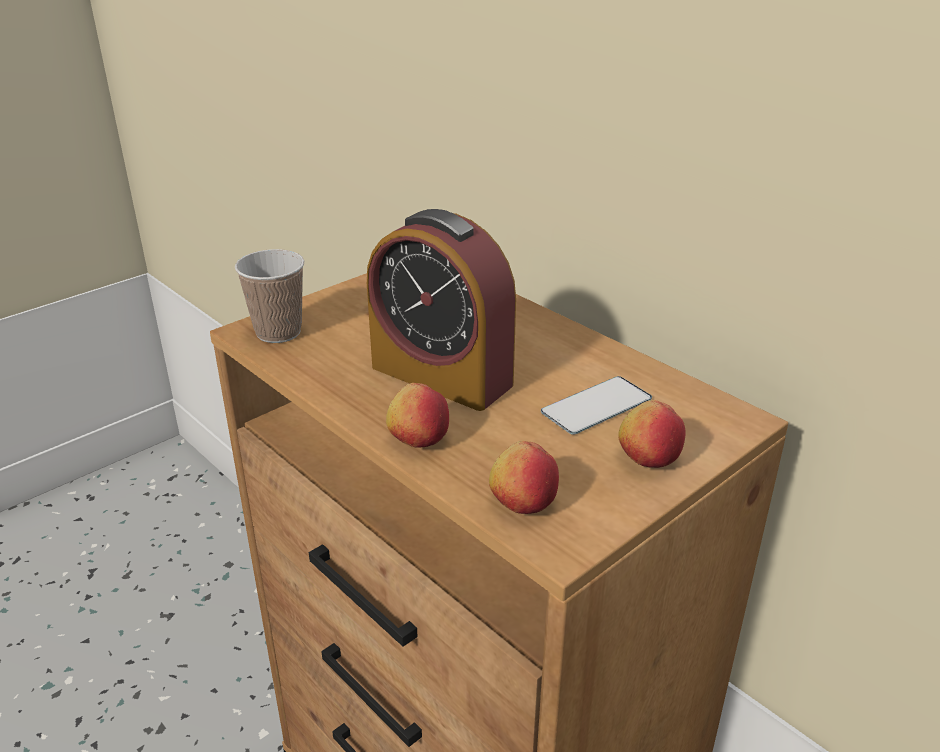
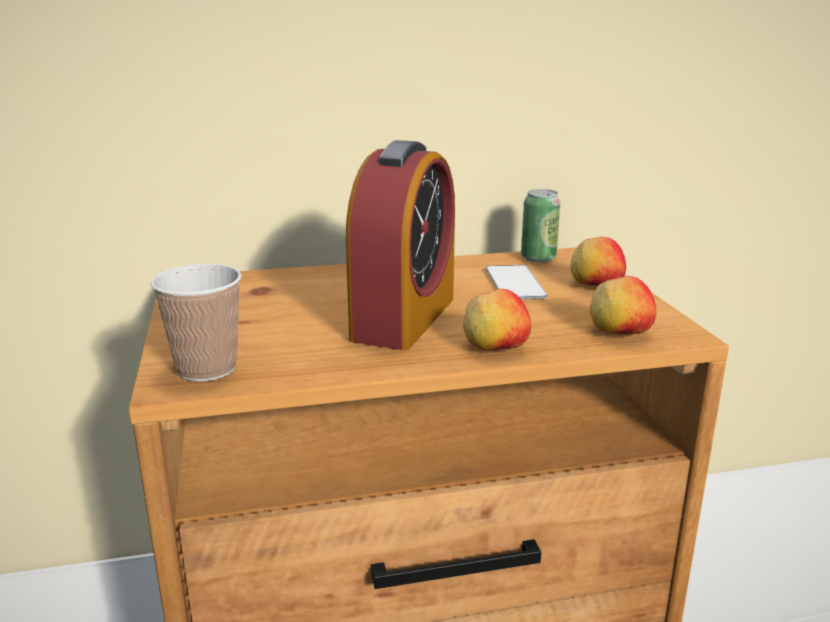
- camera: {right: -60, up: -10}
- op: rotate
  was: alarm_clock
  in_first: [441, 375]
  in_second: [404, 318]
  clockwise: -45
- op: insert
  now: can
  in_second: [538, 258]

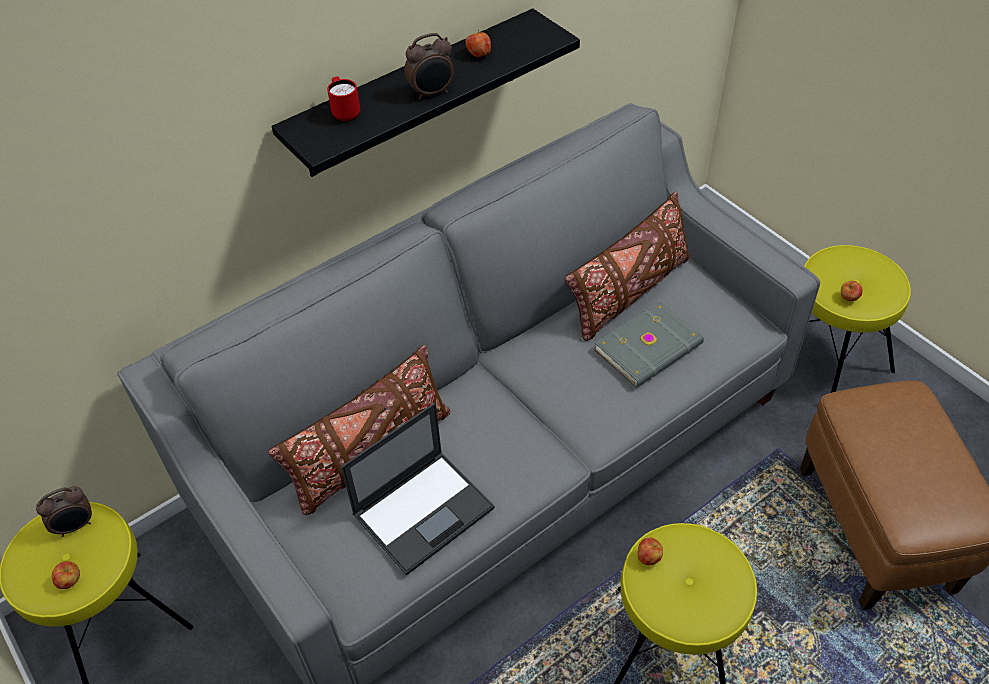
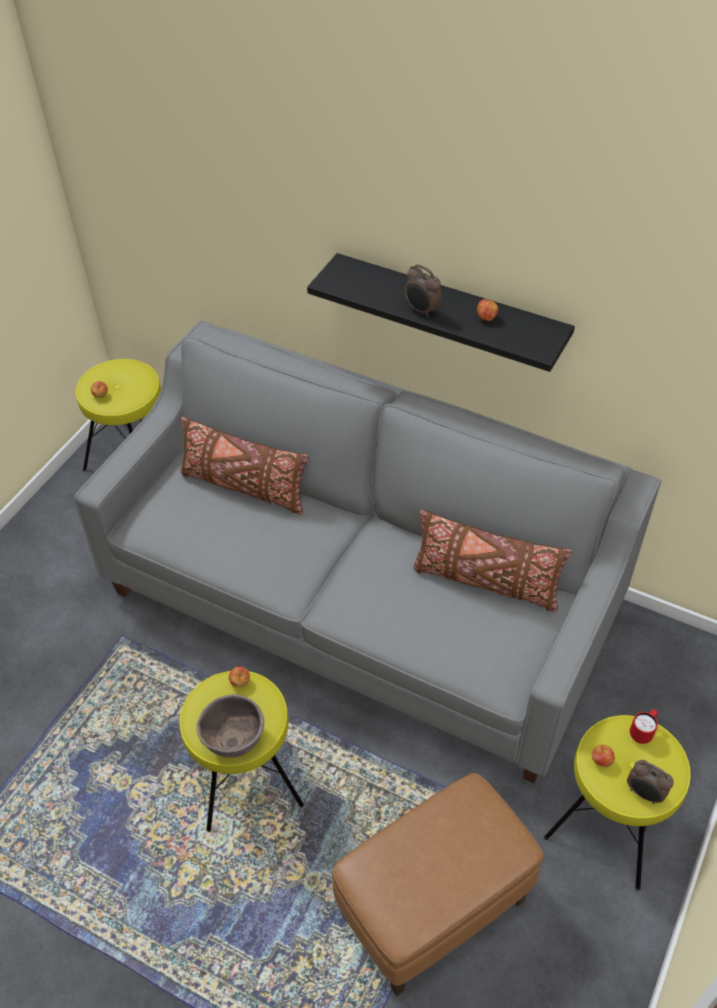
- camera: {right: 65, up: 0}
- op: move
  was: red_mug
  in_first: [345, 112]
  in_second: [642, 732]
- op: delete
  was: grey_book
  in_first: [650, 348]
- op: delete
  was: laptop
  in_first: [424, 510]
- op: move
  was: alarm_clock
  in_first: [76, 526]
  in_second: [644, 794]
- op: insert
  now: brown_bowl
  in_second: [234, 741]

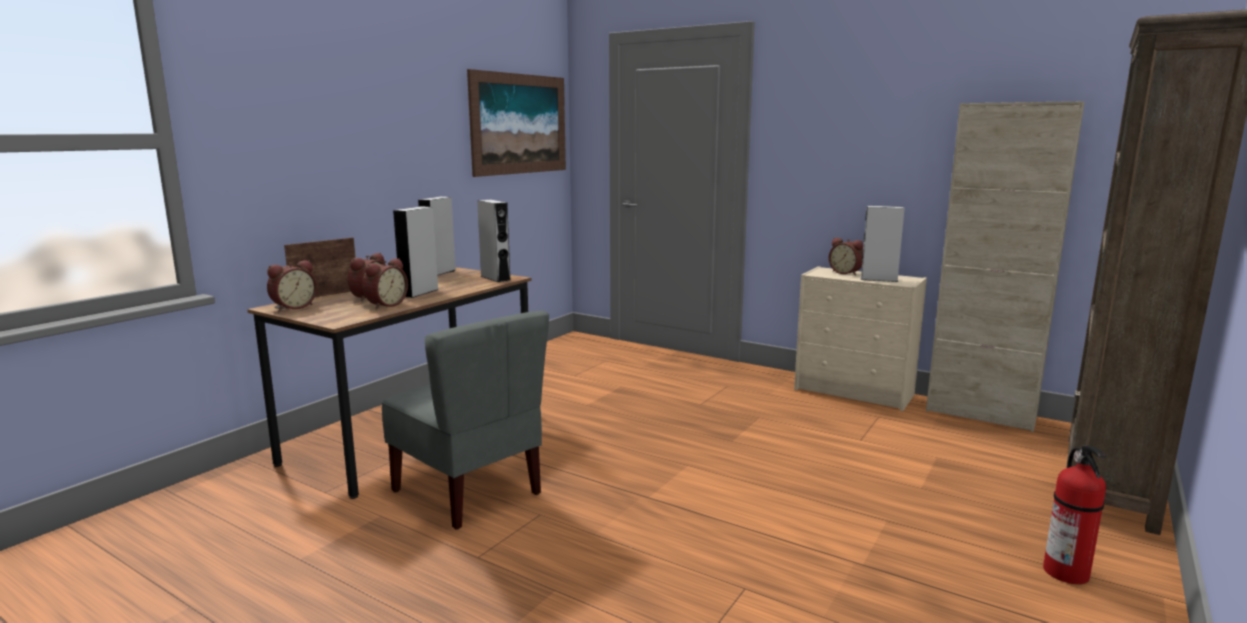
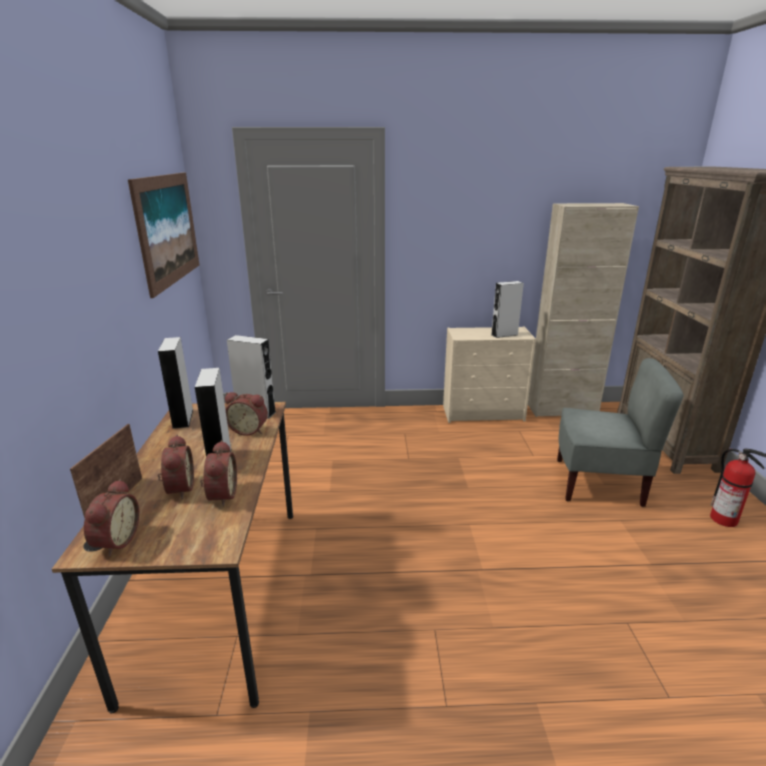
- camera: {right: -35, up: 10}
- op: move
  was: alarm_clock
  in_first: [846, 273]
  in_second: [249, 430]
- op: move
  was: grey_chair
  in_first: [469, 492]
  in_second: [599, 483]

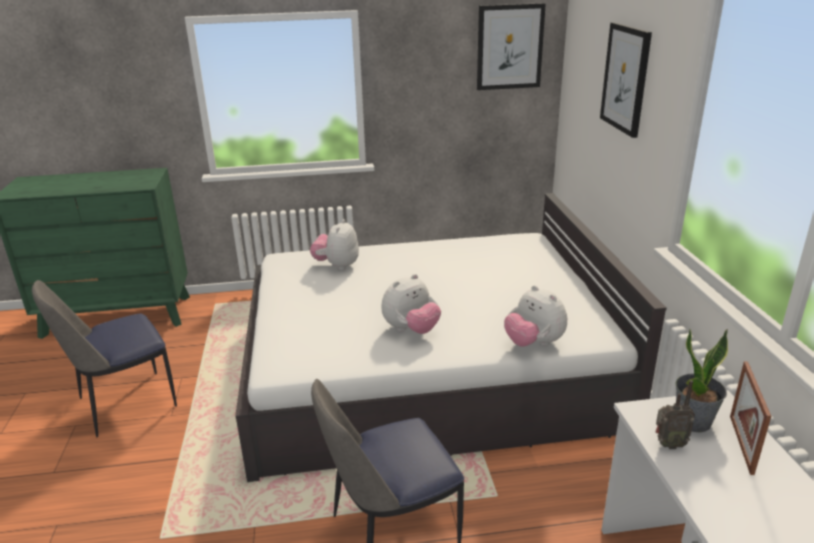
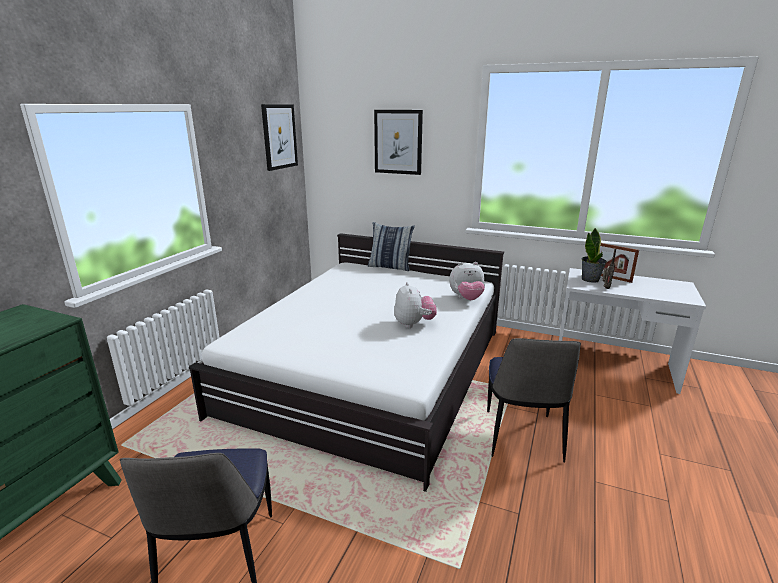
- camera: {right: -60, up: -5}
- op: delete
  was: plush_toy
  in_first: [337, 265]
- op: insert
  now: pillow
  in_second: [390, 267]

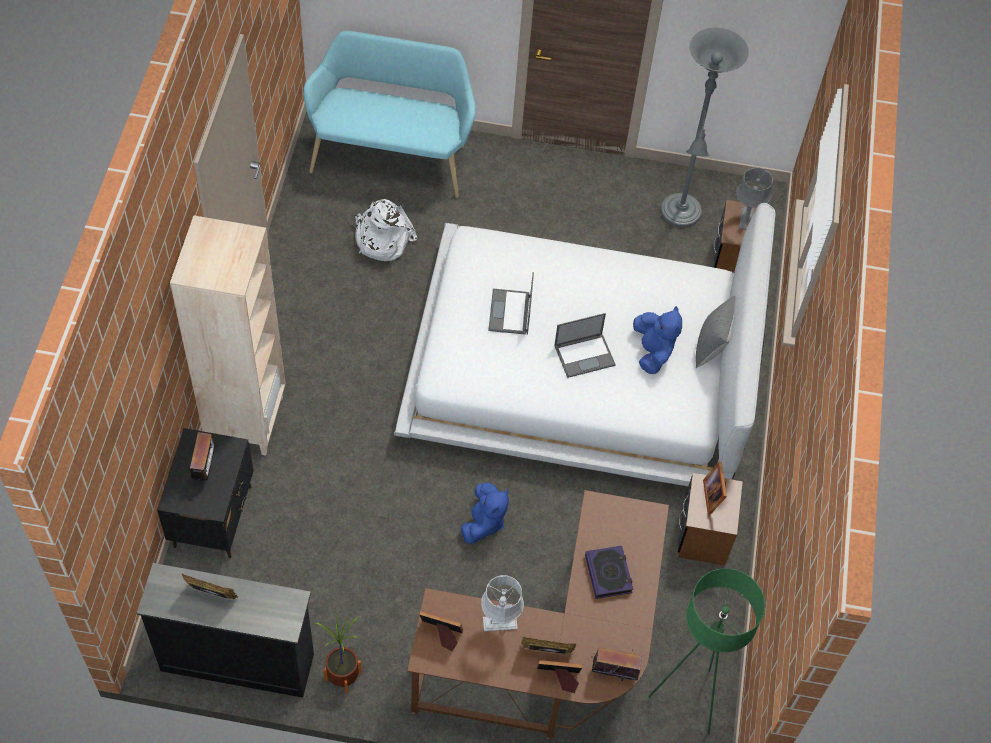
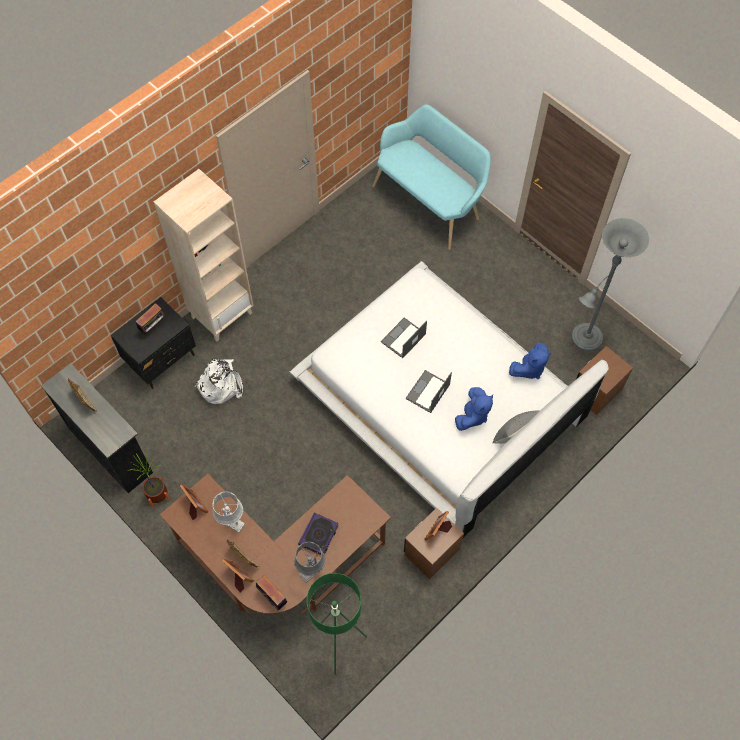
- camera: {right: 40, up: 5}
- op: move
  was: grey_table_lamp
  in_first: [746, 218]
  in_second: [311, 570]
- op: move
  was: white_backpack
  in_first: [382, 239]
  in_second: [220, 384]
- op: rotate
  was: laptop
  in_first: [585, 355]
  in_second: [427, 392]
  clockwise: 105
- op: move
  was: blue_plush_toy
  in_first: [484, 522]
  in_second: [529, 369]

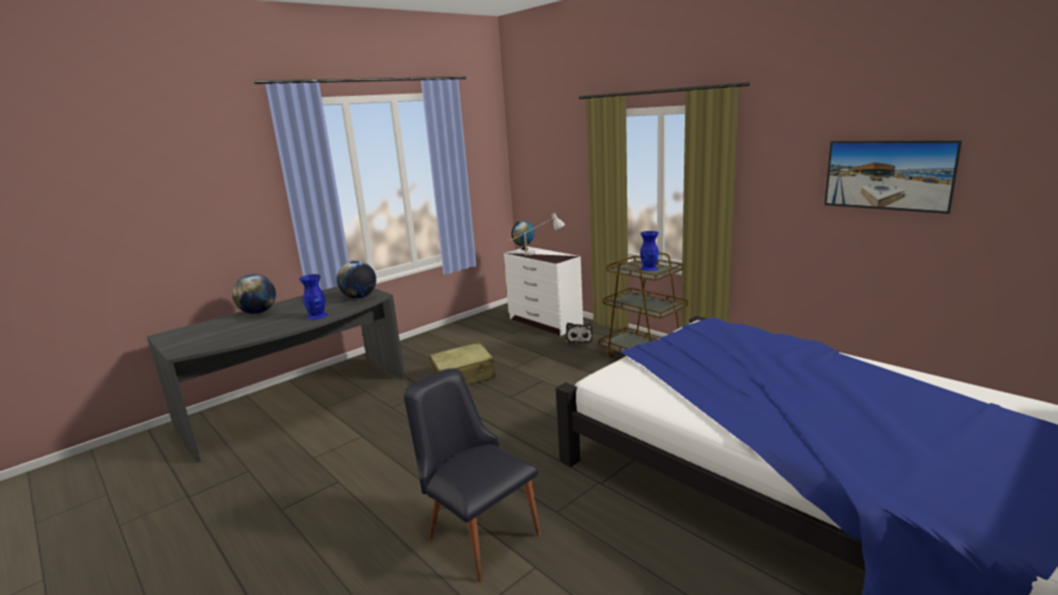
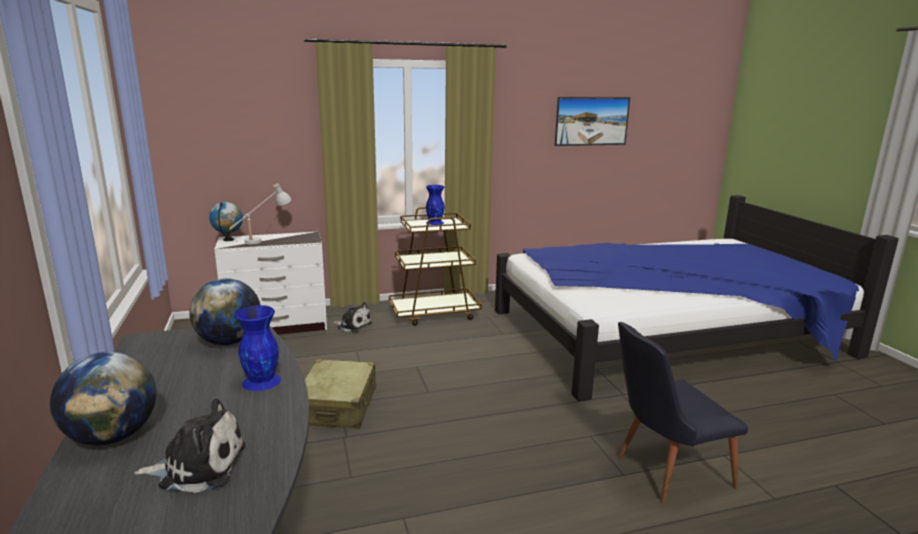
- camera: {right: -65, up: 0}
- op: insert
  now: plush_toy
  in_second: [198, 466]

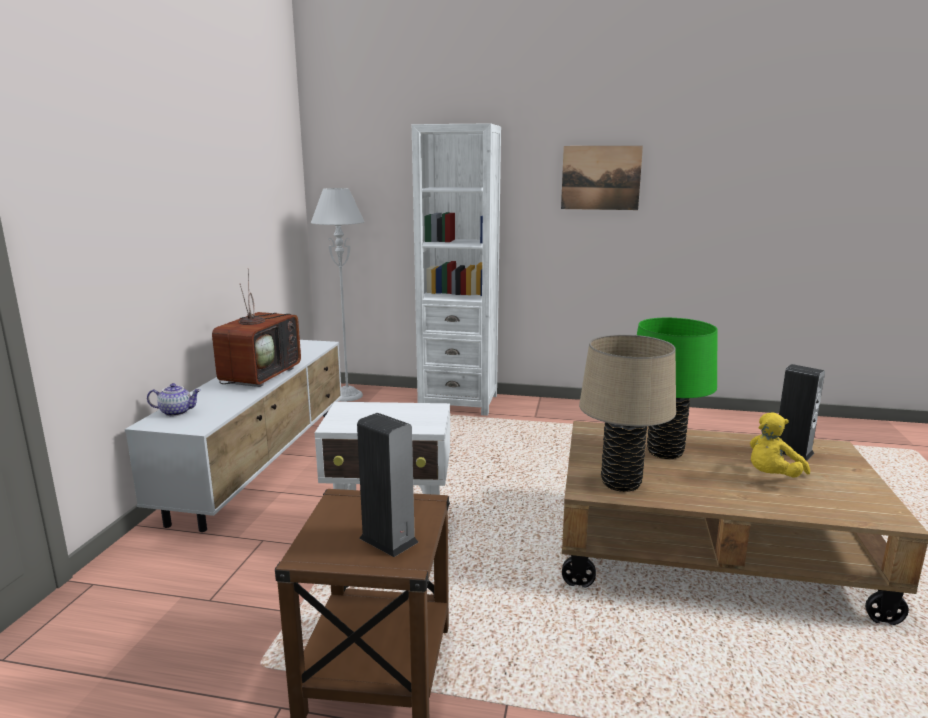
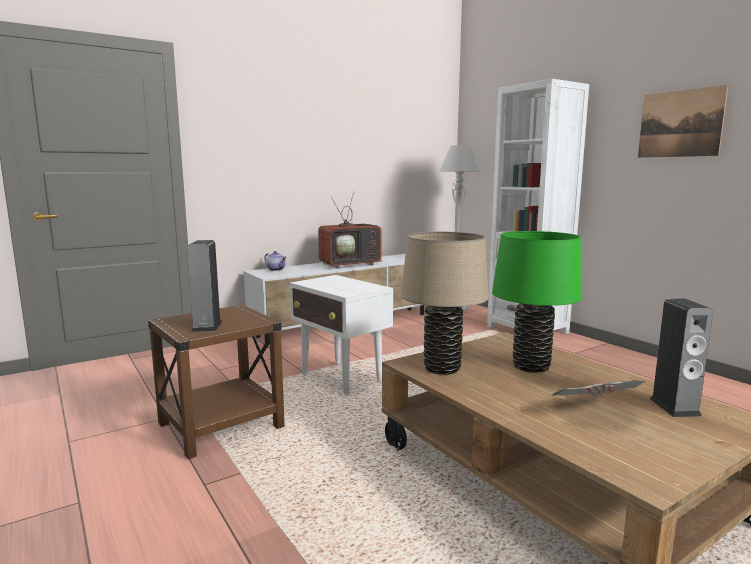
- camera: {right: 45, up: -5}
- op: replace
  was: yellow_plush_toy
  now: newspaper
  in_first: [771, 476]
  in_second: [593, 410]

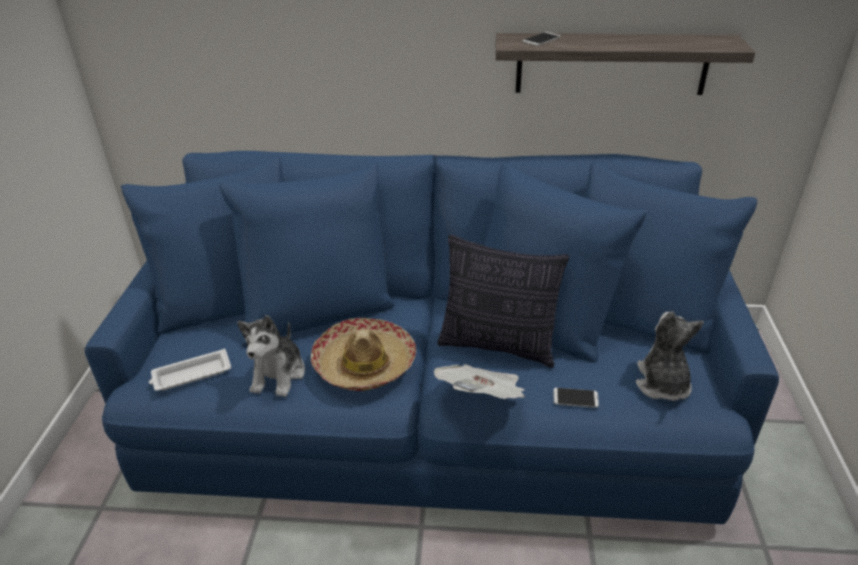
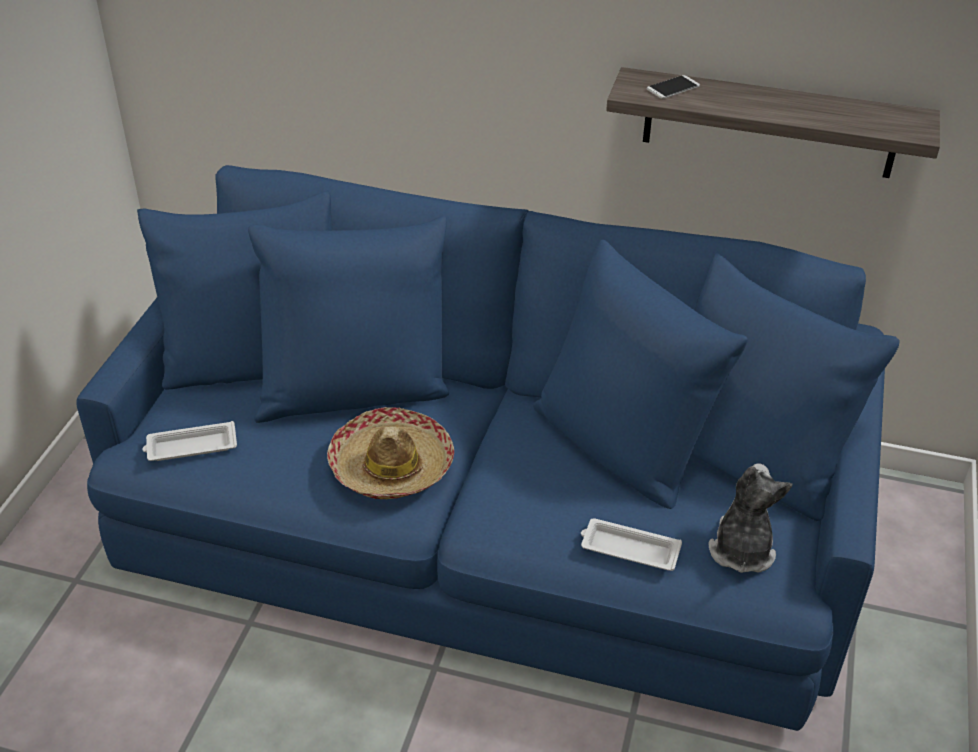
- camera: {right: 10, up: 5}
- op: delete
  was: pillow
  in_first: [498, 345]
- op: delete
  was: plush_toy
  in_first: [278, 374]
- op: delete
  was: newspaper
  in_first: [482, 398]
- op: replace
  was: phone
  now: white_tray
  in_first: [575, 398]
  in_second: [628, 549]

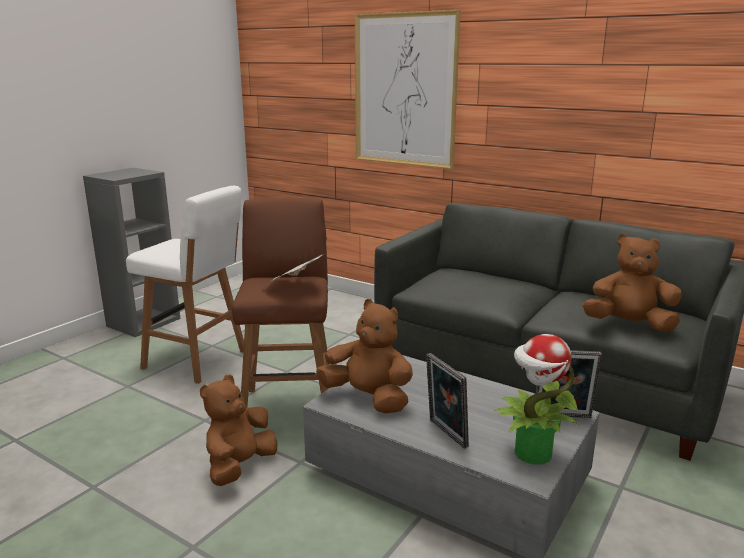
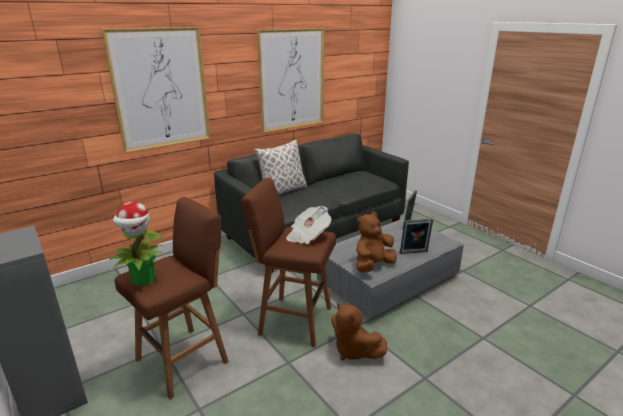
- camera: {right: -70, up: 5}
- op: recolor
  was: white_stool
  now: brown_stool
  in_first: [198, 360]
  in_second: [185, 359]
- op: delete
  was: brown_plush_toy
  in_first: [629, 325]
- op: move
  was: potted_plant
  in_first: [531, 454]
  in_second: [143, 279]
- op: insert
  now: picture
  in_second: [292, 80]
- op: insert
  now: pillow
  in_second: [282, 191]

